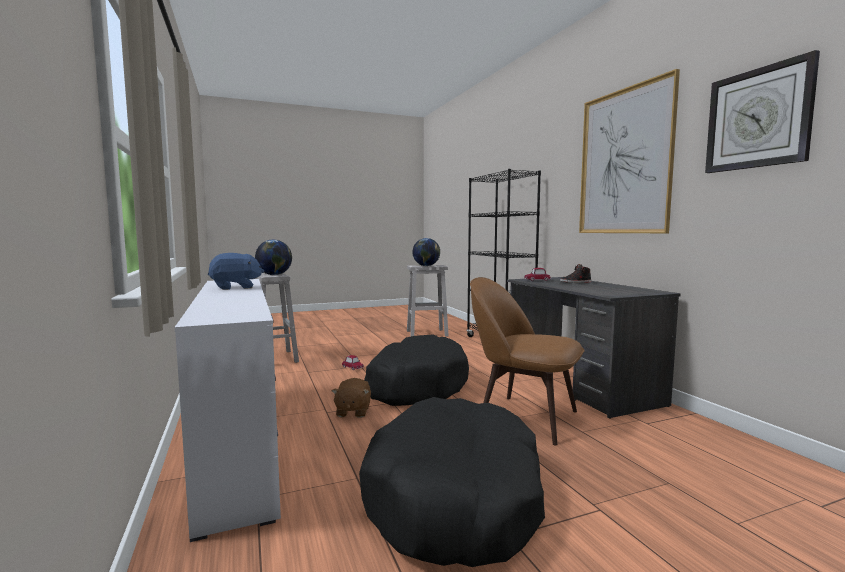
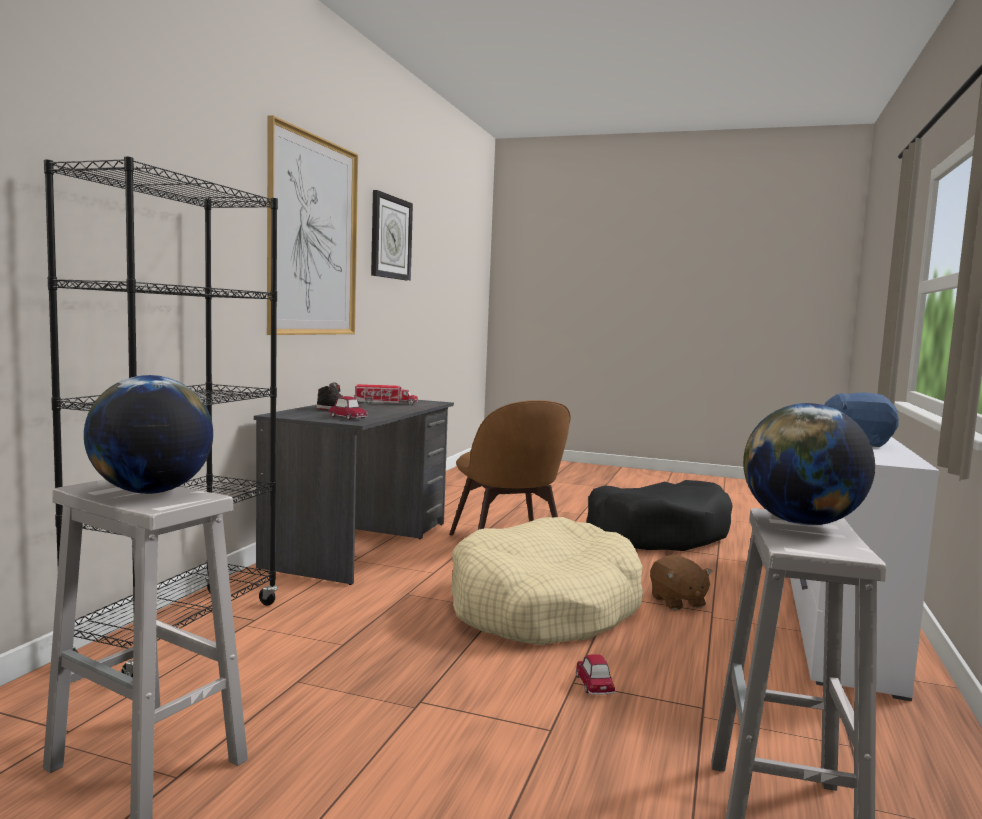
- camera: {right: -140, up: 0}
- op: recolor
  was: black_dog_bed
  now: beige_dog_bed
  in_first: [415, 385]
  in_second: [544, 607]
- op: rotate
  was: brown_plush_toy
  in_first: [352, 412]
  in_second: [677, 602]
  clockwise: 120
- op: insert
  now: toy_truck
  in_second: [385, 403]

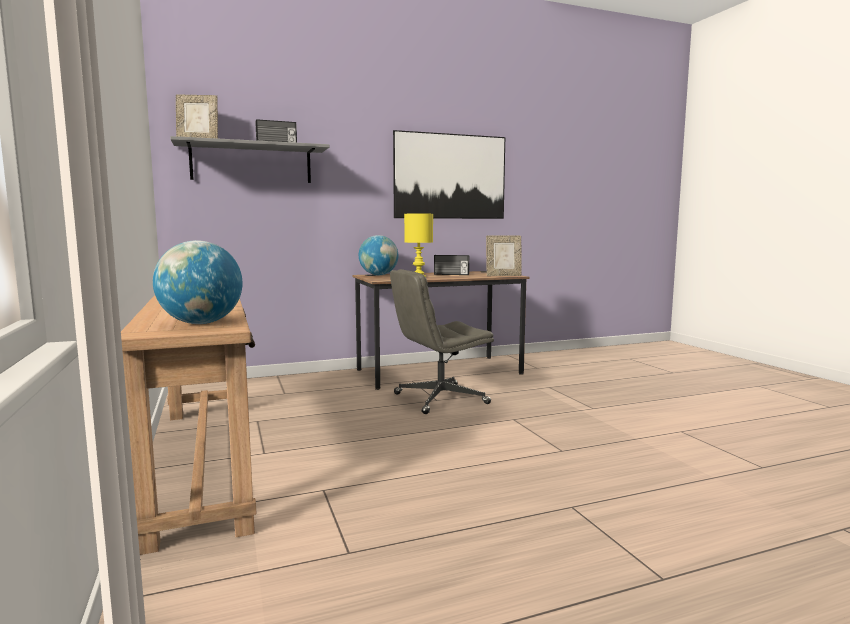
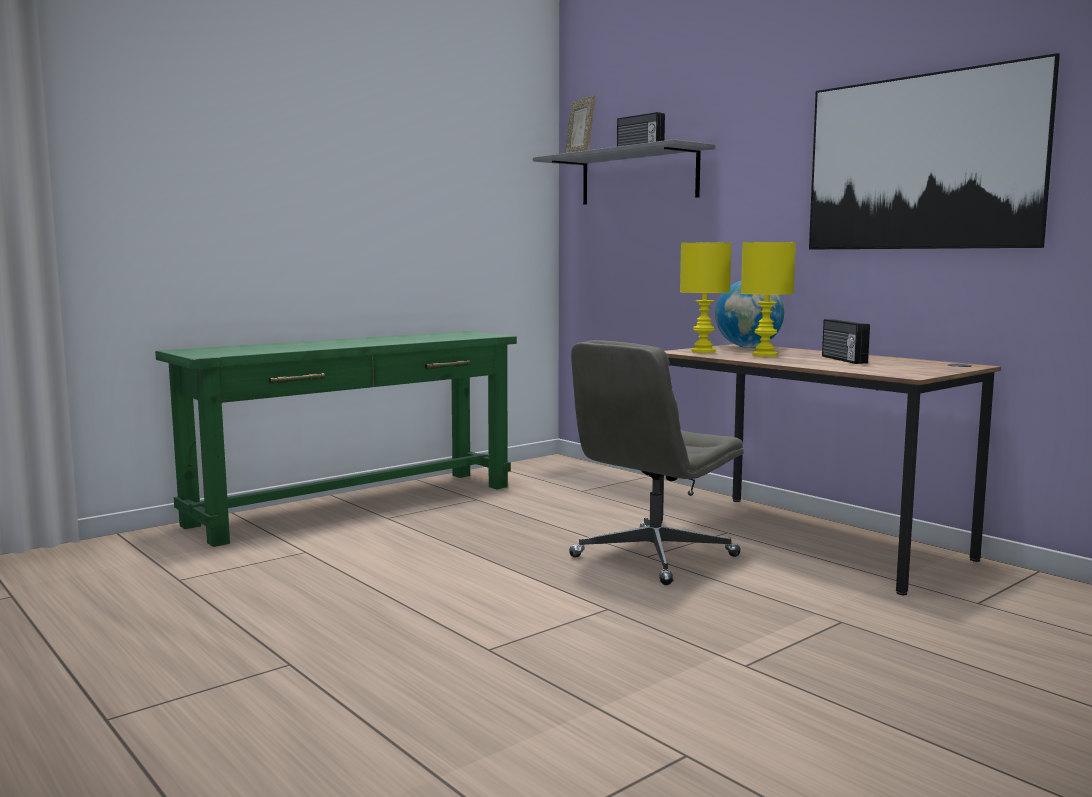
- camera: {right: 70, up: 0}
- op: delete
  was: picture_frame
  in_first: [503, 276]
- op: delete
  was: globe
  in_first: [201, 323]
- op: rotate
  was: grey_office_chair
  in_first: [439, 399]
  in_second: [653, 557]
  clockwise: -90
- op: recolor
  was: brown_console_table
  now: green_console_table
  in_first: [203, 461]
  in_second: [356, 505]
- op: insert
  now: yellow_table_lamp
  in_second: [703, 351]

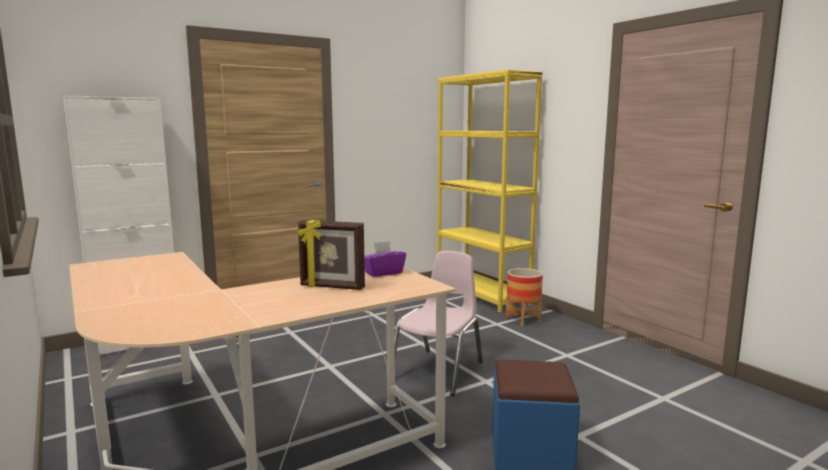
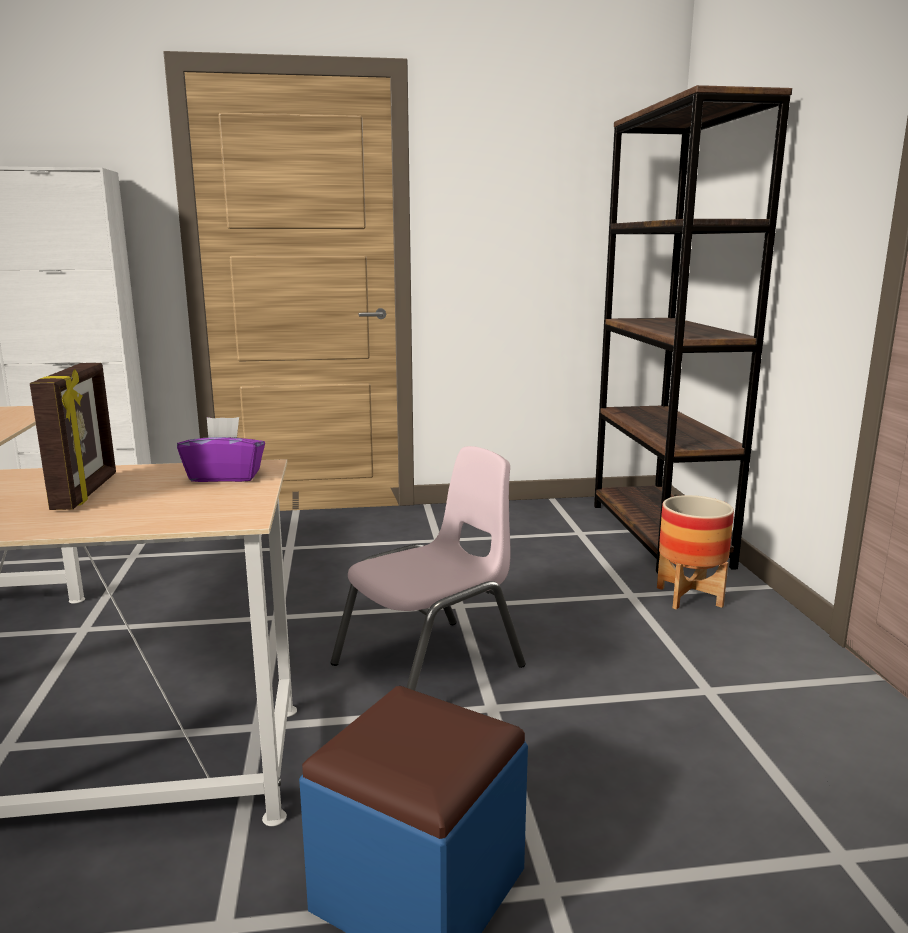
- camera: {right: 25, up: 5}
- op: recolor
  was: yellow_bookcase
  now: brown_bookcase
  in_first: [482, 295]
  in_second: [658, 534]
- op: rotate
  was: picture_frame
  in_first: [332, 287]
  in_second: [87, 492]
  clockwise: -135

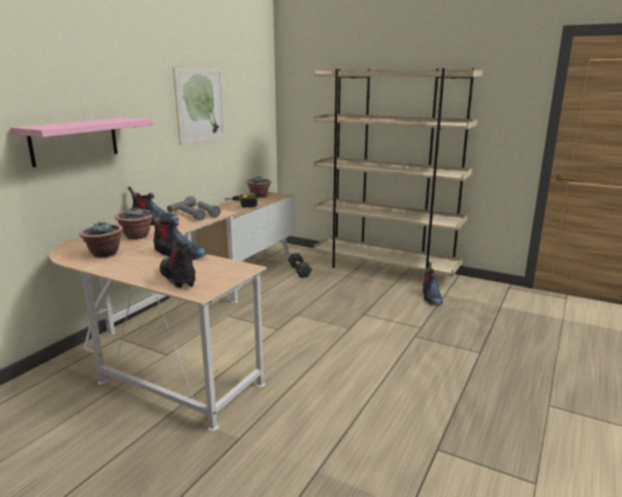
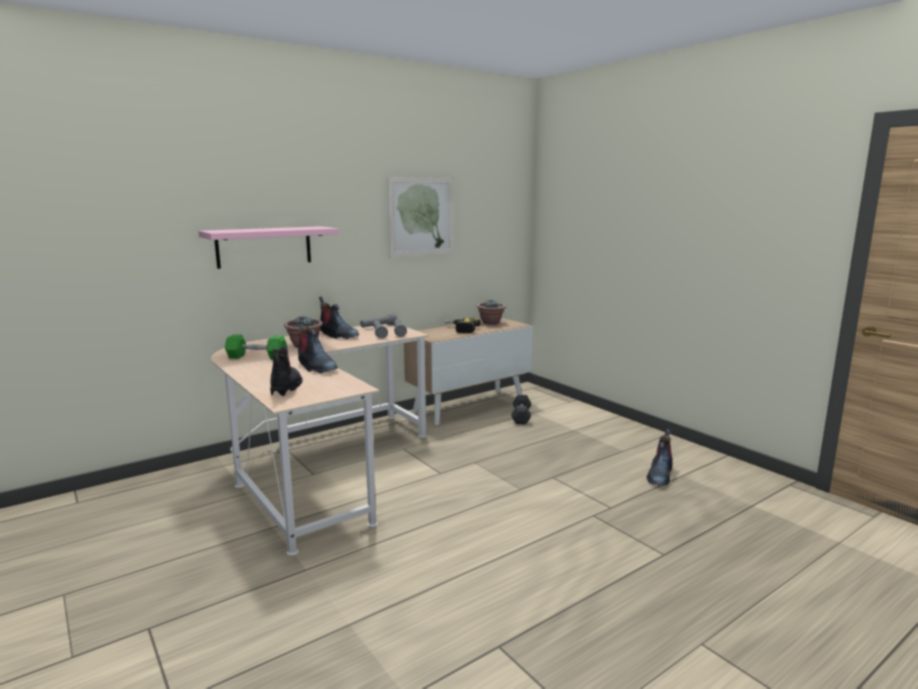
- camera: {right: 25, up: -5}
- op: delete
  was: beige_bookcase
  in_first: [385, 270]
- op: replace
  was: potted_plant
  now: green_dumbbell
  in_first: [104, 254]
  in_second: [257, 357]

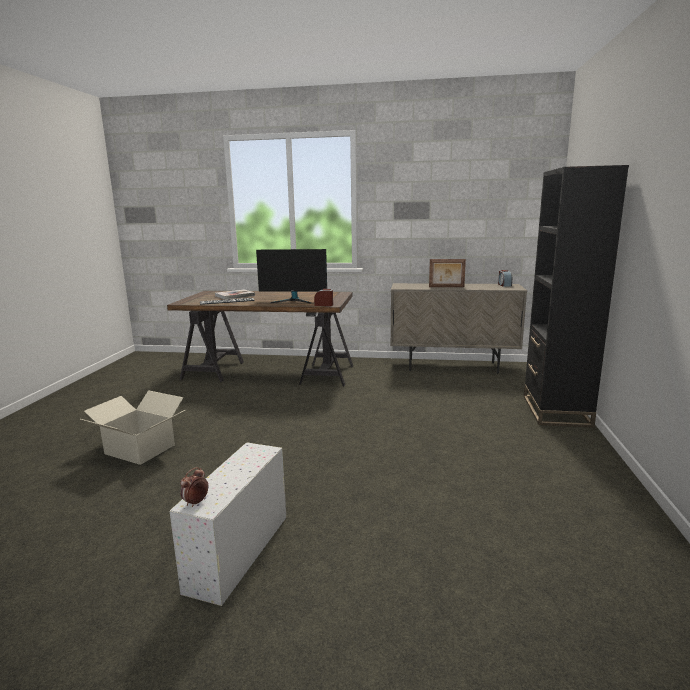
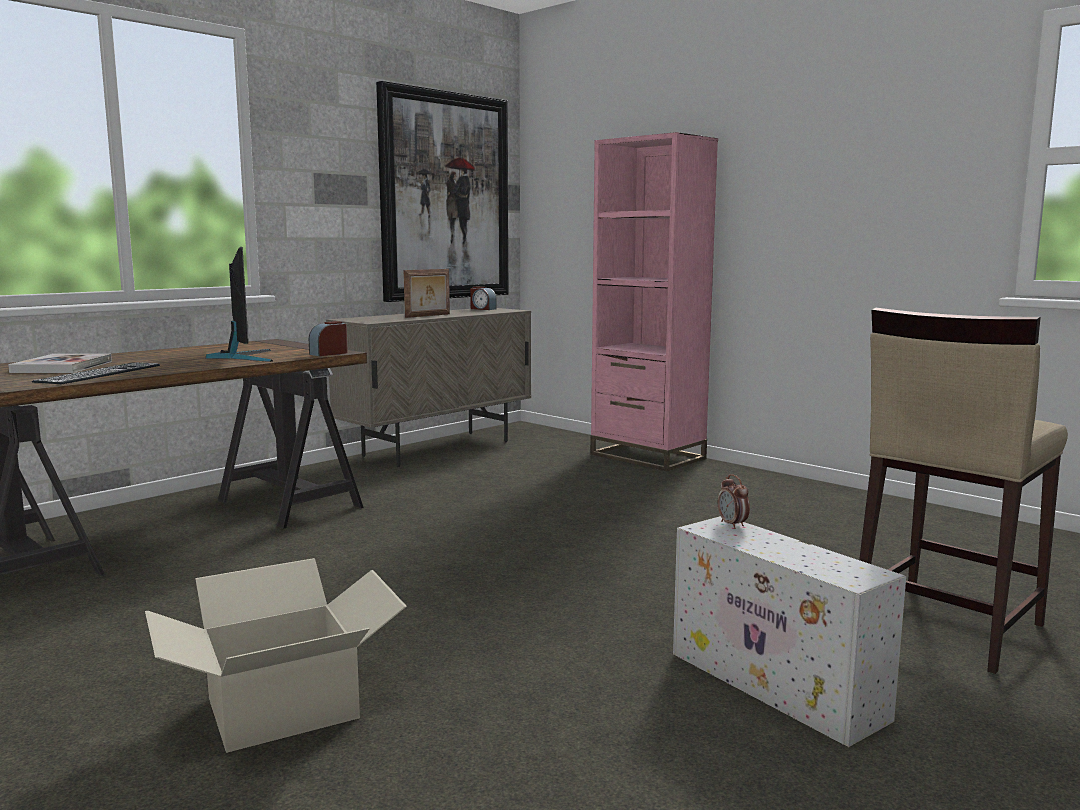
- camera: {right: -55, up: -5}
- op: recolor
  was: black_bookcase
  now: pink_bookcase
  in_first: [555, 411]
  in_second: [647, 456]
- op: rotate
  was: monitor
  in_first: [293, 301]
  in_second: [243, 356]
  clockwise: -60
- op: move
  was: alarm_clock
  in_first: [196, 502]
  in_second: [732, 524]
- op: insert
  now: picture
  in_second: [445, 197]
- op: insert
  now: beige_stool
  in_second: [945, 626]

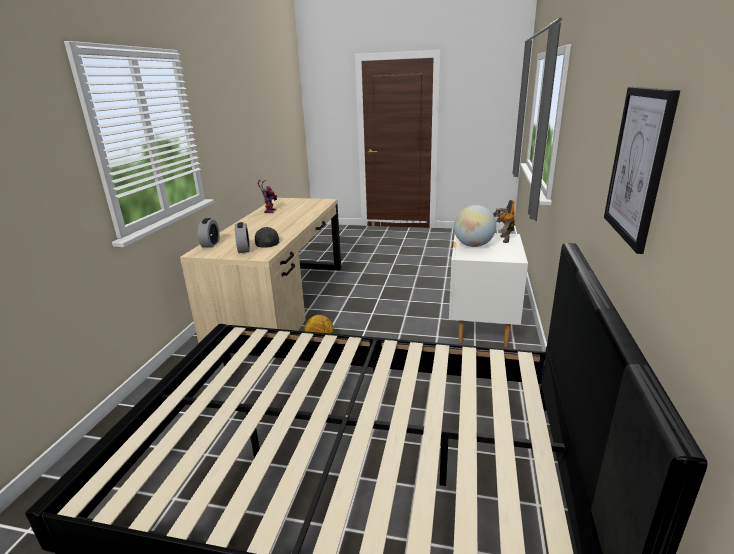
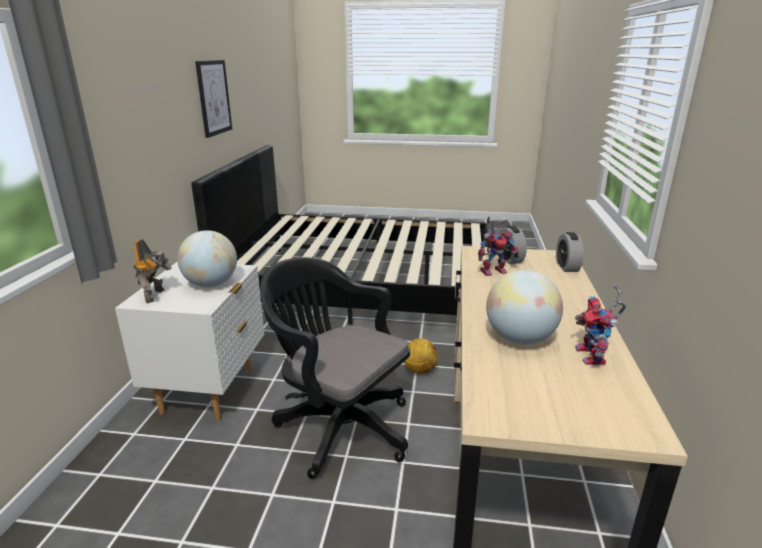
- camera: {right: 175, up: 0}
- op: replace
  was: black_cap
  now: toy_robot
  in_first: [266, 241]
  in_second: [494, 271]
- op: insert
  now: black_office_chair
  in_second: [339, 426]
- op: insert
  now: globe
  in_second: [519, 339]

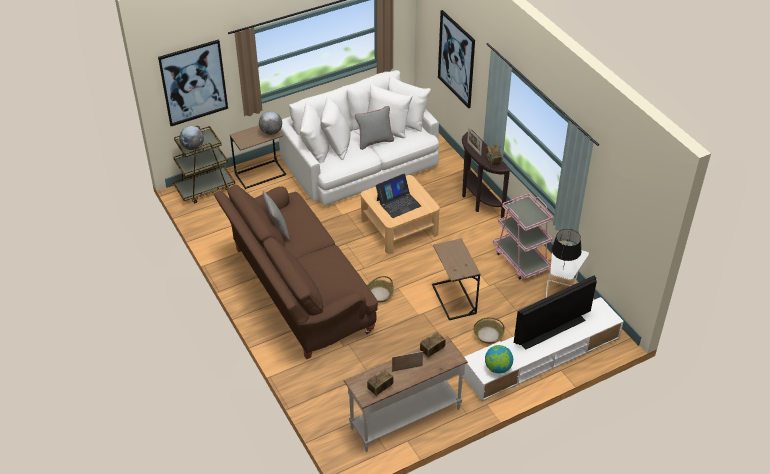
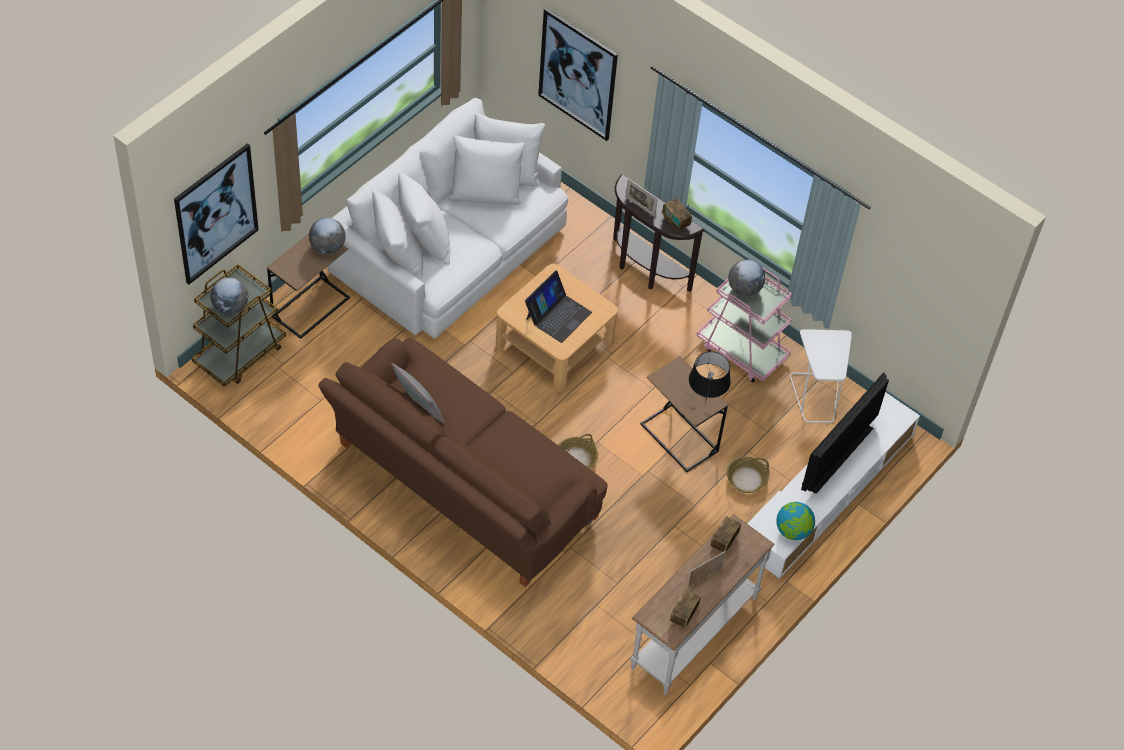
- camera: {right: -25, up: 10}
- op: delete
  was: grey_pillow
  in_first: [374, 141]
- op: move
  was: black_table_lamp
  in_first: [563, 269]
  in_second: [705, 402]
- op: insert
  now: globe
  in_second: [744, 289]

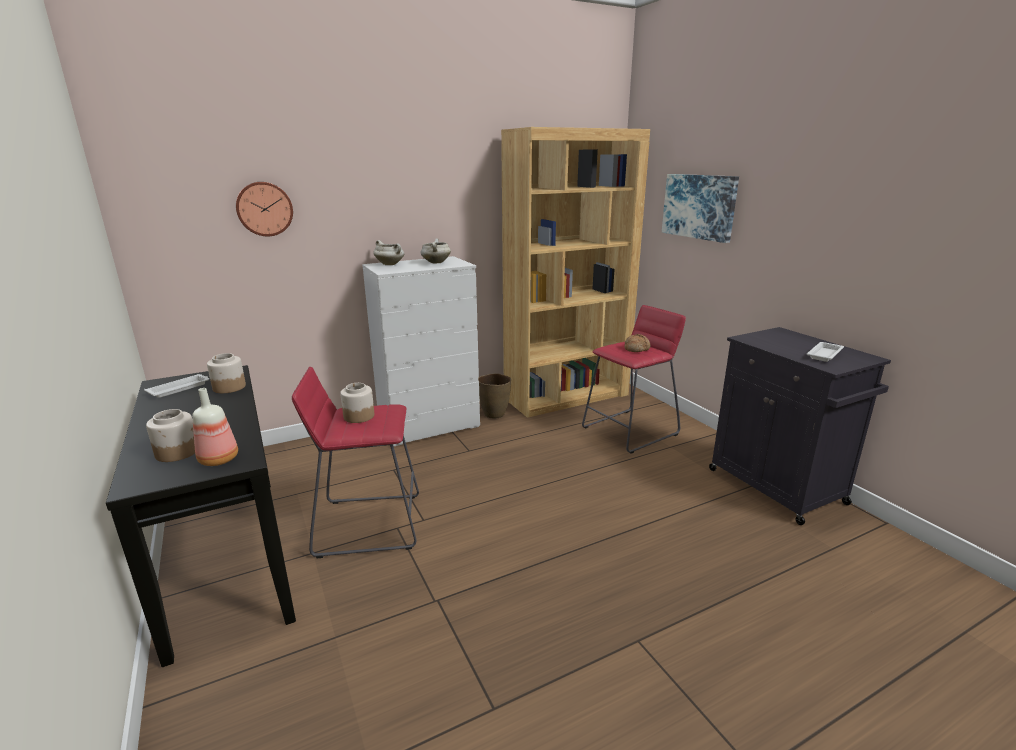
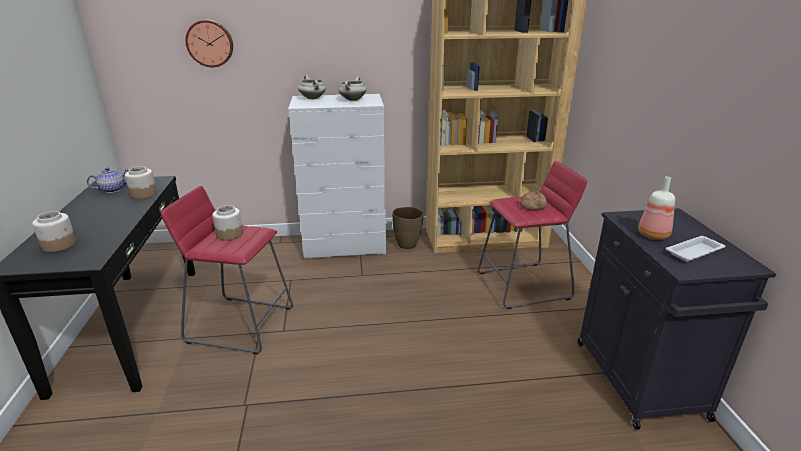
- camera: {right: 20, up: 5}
- op: delete
  was: picture
  in_first: [699, 206]
- op: replace
  was: white_tray
  now: teapot
  in_first: [180, 388]
  in_second: [112, 189]
- op: move
  was: bottle
  in_first: [219, 459]
  in_second: [652, 234]

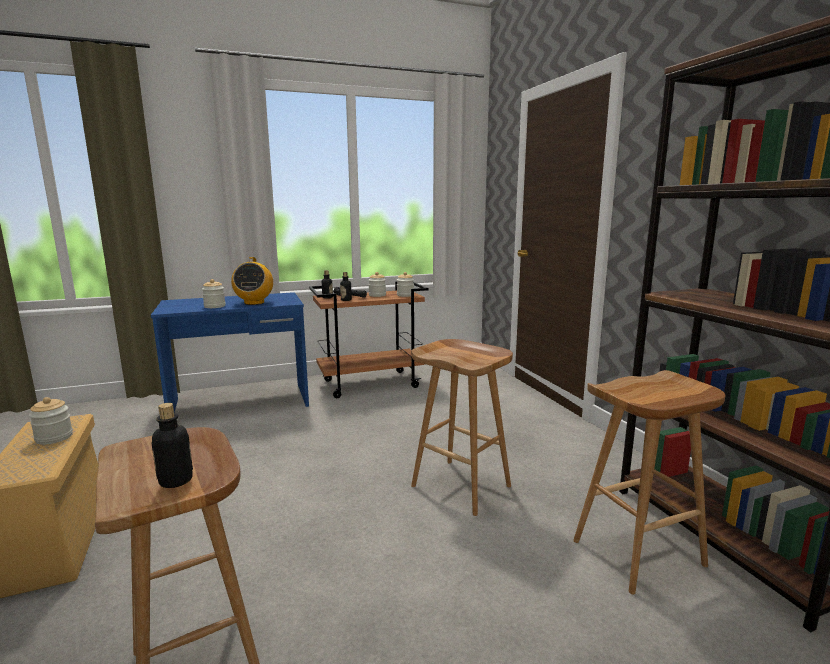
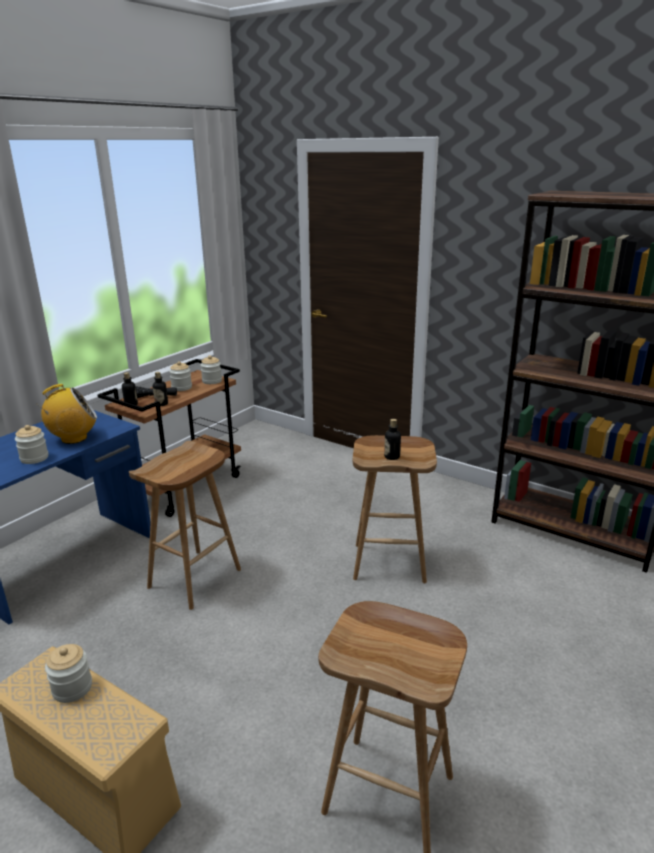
- camera: {right: -35, up: 10}
- op: rotate
  was: radio
  in_first: [254, 303]
  in_second: [74, 438]
  clockwise: -75
- op: move
  was: brown_stool
  in_first: [637, 554]
  in_second: [194, 579]
- op: move
  was: bottle
  in_first: [176, 480]
  in_second: [392, 457]

